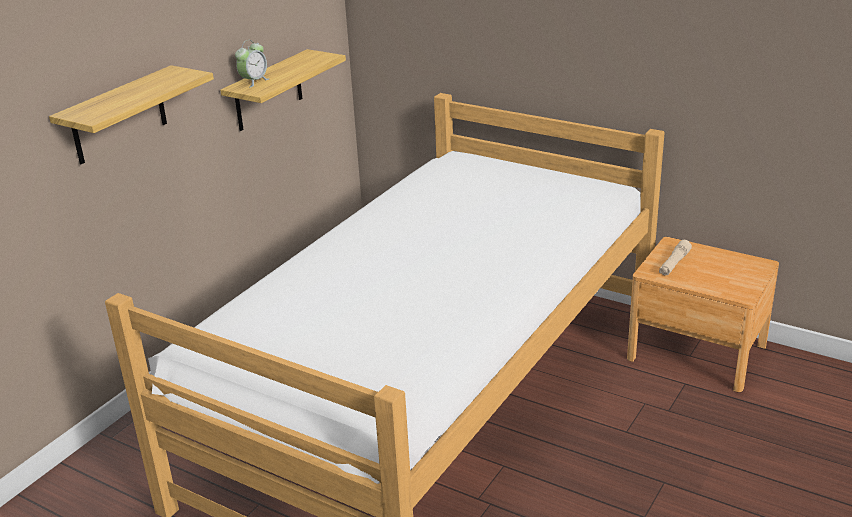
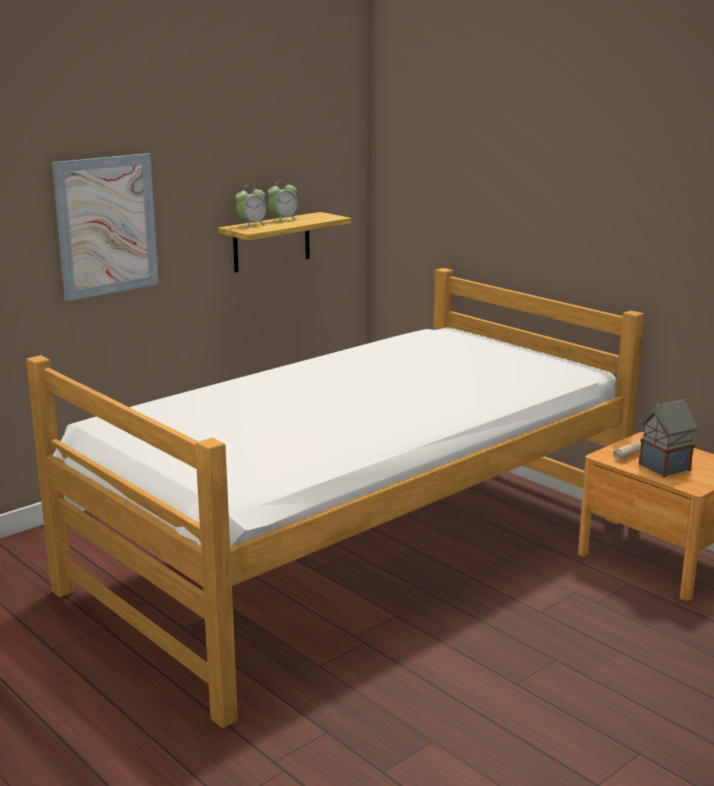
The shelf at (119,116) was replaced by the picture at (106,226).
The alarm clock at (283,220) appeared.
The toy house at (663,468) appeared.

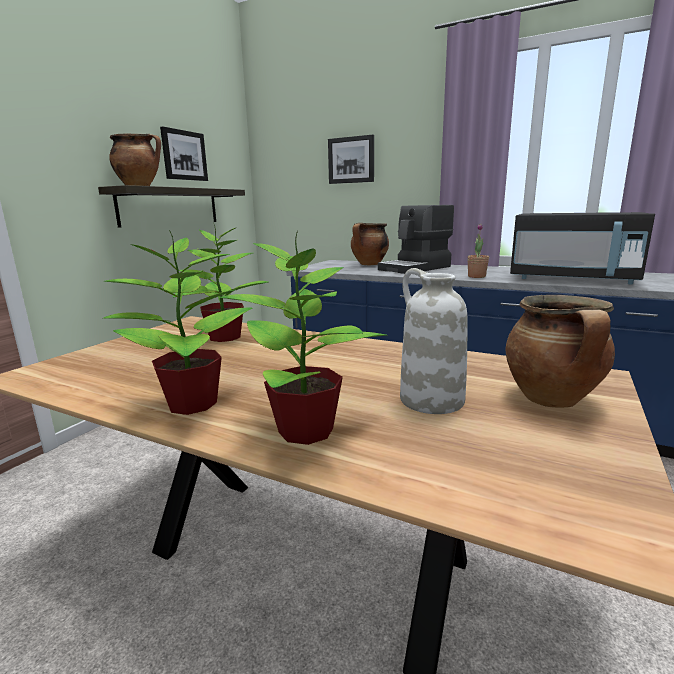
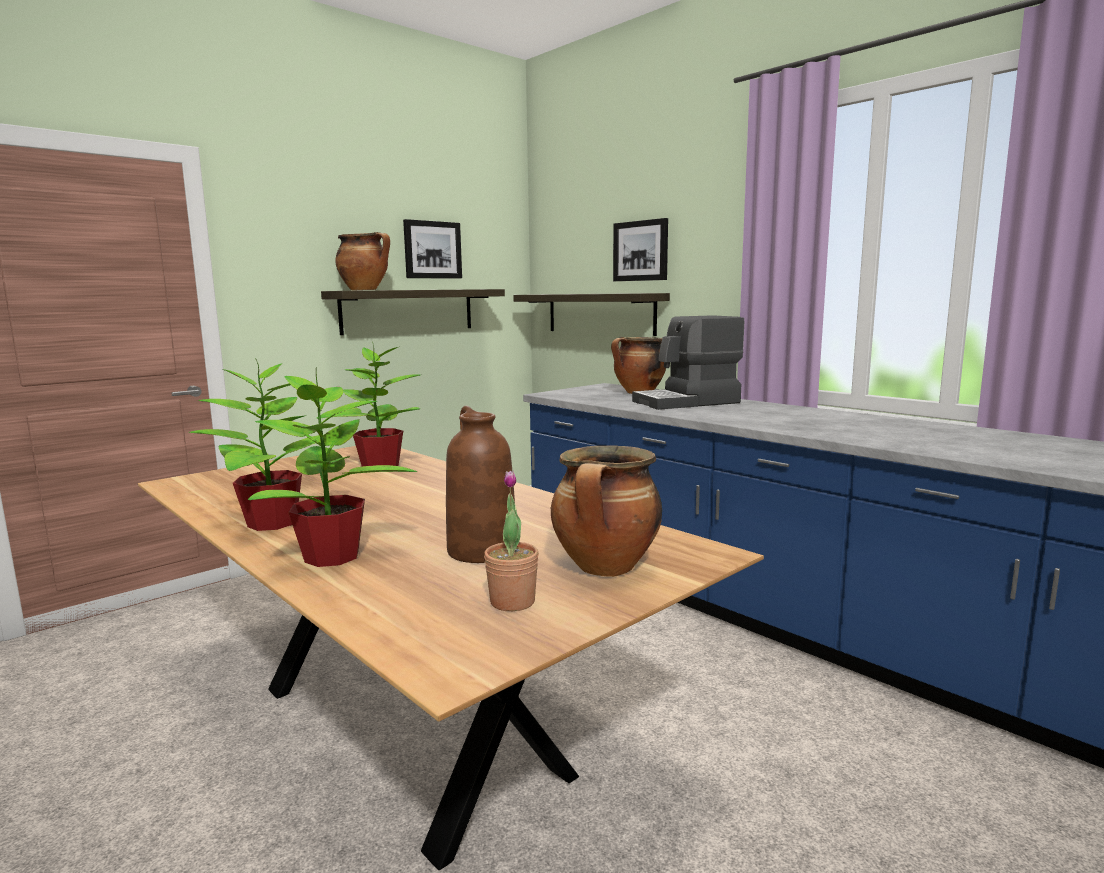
The black microwave at (571,279) disappeared.
The potted plant moved from (476,276) to (512,602).
The white vase at (430,400) became the brown vase at (481,550).
The shelf at (600,313) appeared.

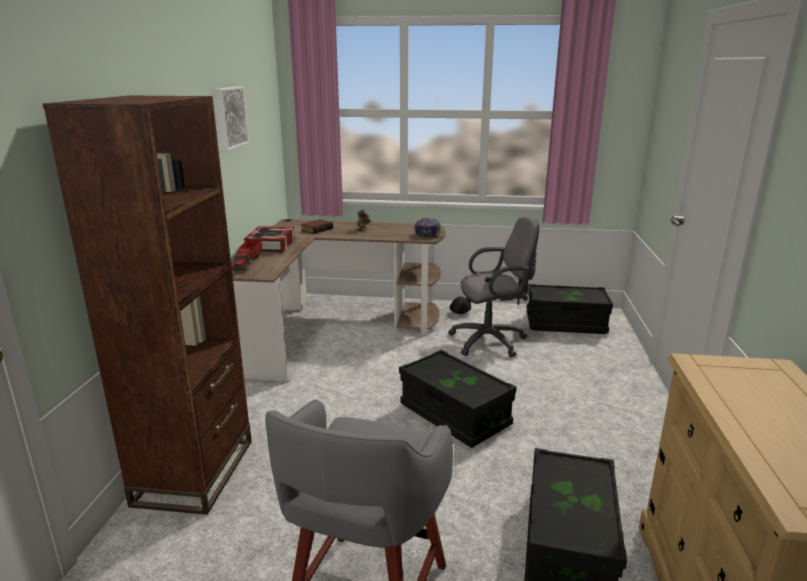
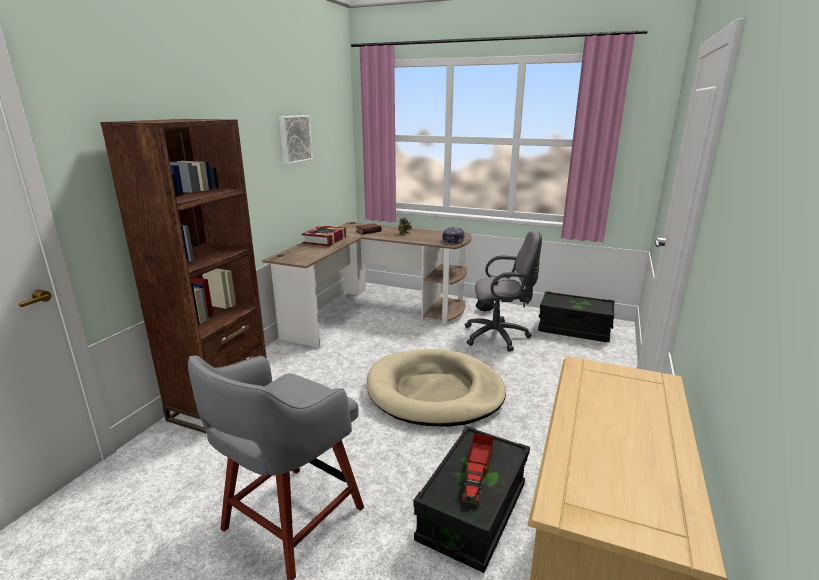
The toy truck moved from (248,261) to (477,474).
The black storage box at (454,415) was replaced by the beige dog bed at (435,392).

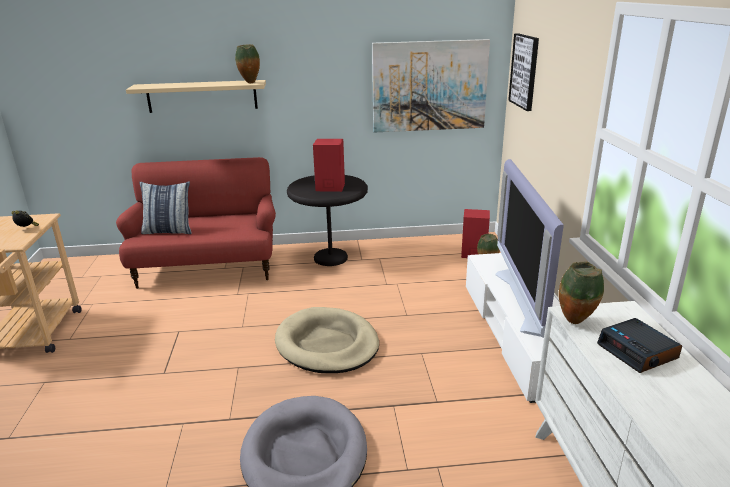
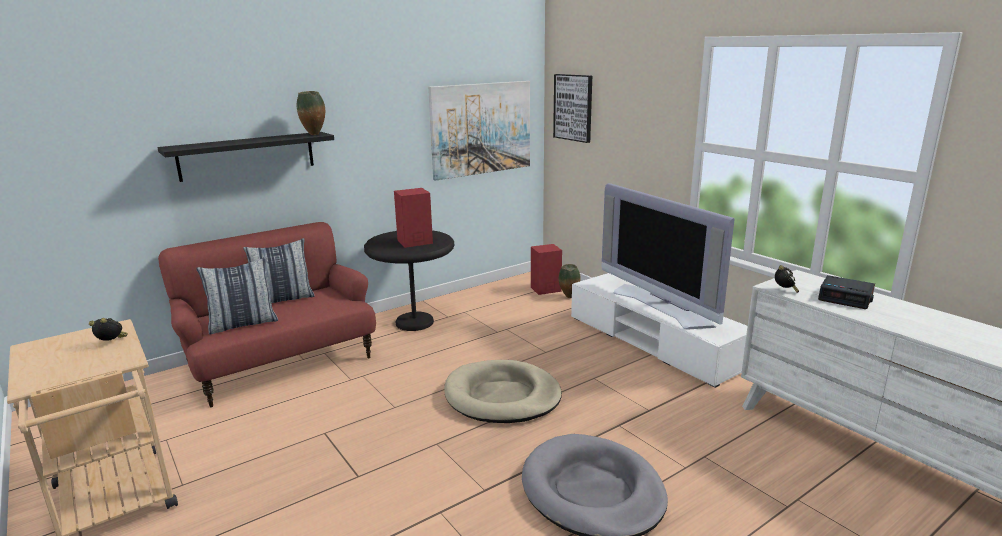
The beige shelf at (202,96) became the black shelf at (247,156).
The vase at (576,322) was replaced by the alarm clock at (784,290).
The pillow at (283,299) appeared.

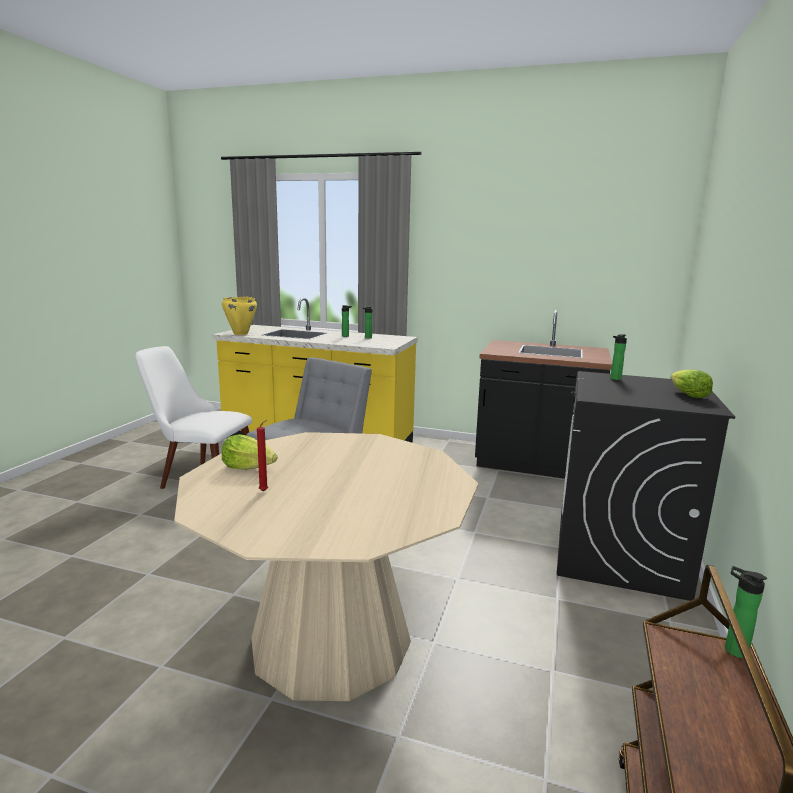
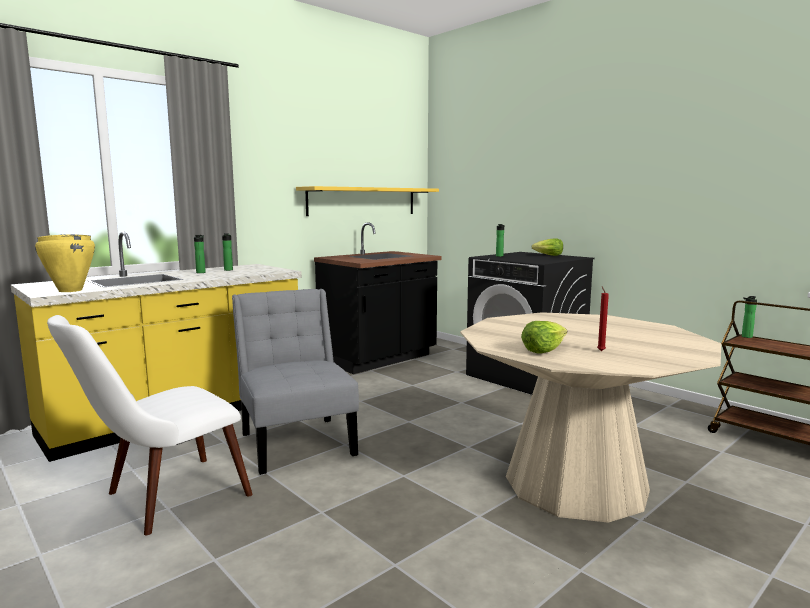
The yellow shelf at (363,201) appeared.

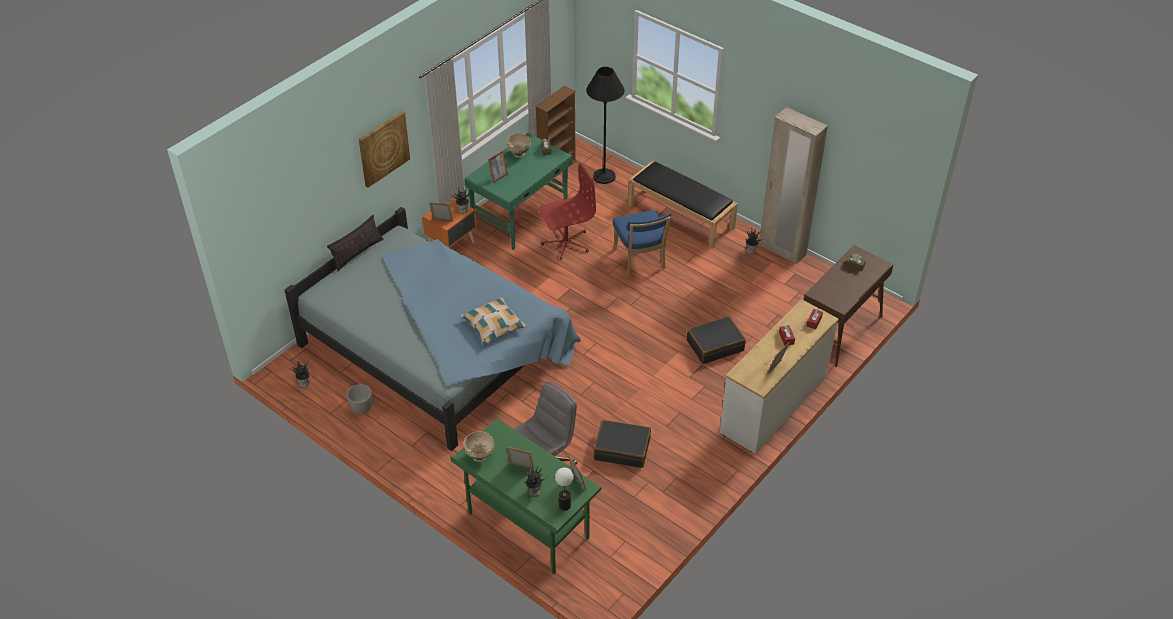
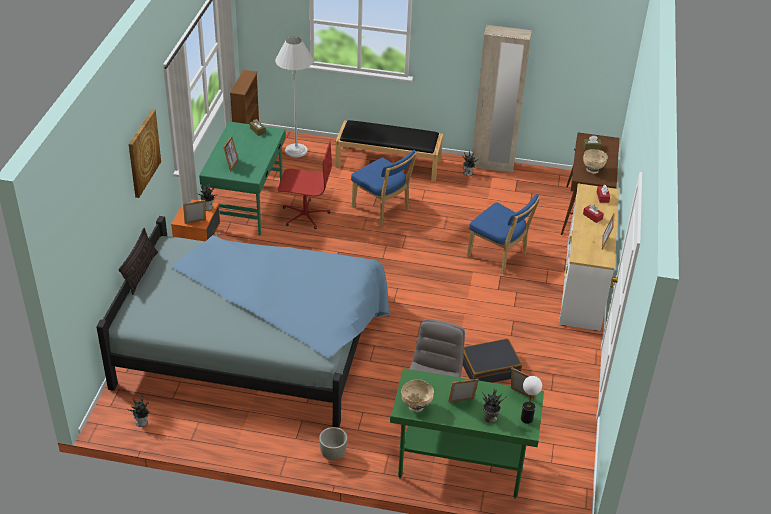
The black floor lamp at (604,176) became the white floor lamp at (296,151).
The beige bowl moved from (519,154) to (592,170).
The red office chair at (566,243) turned 60 degrees clockwise.
The pillow at (493,325) disappeared.
The black suitcase at (715,345) was replaced by the blue chair at (499,257).
The grey planter moved from (361,408) to (333,454).

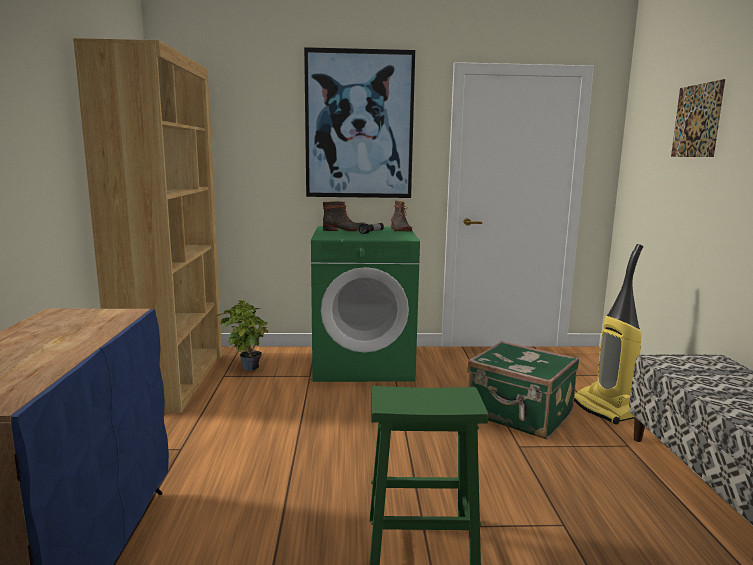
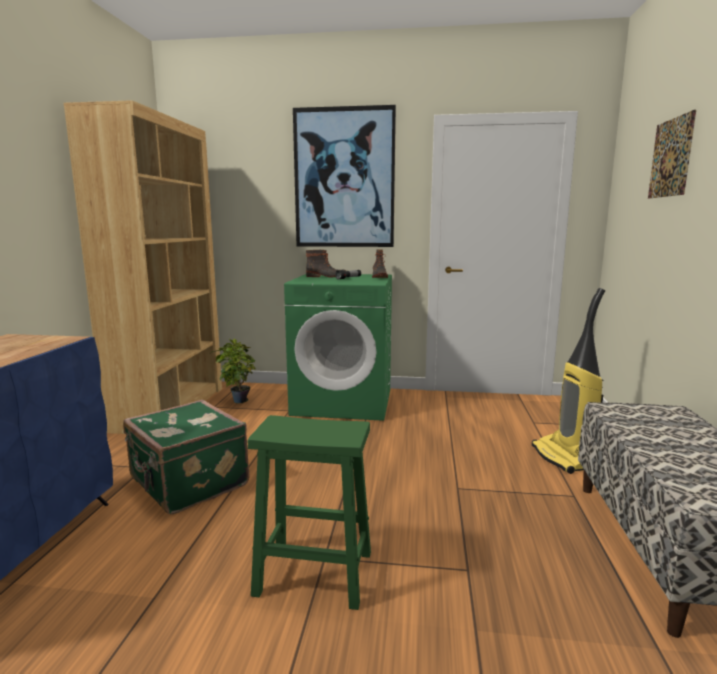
The green suitcase moved from (520,415) to (187,483).

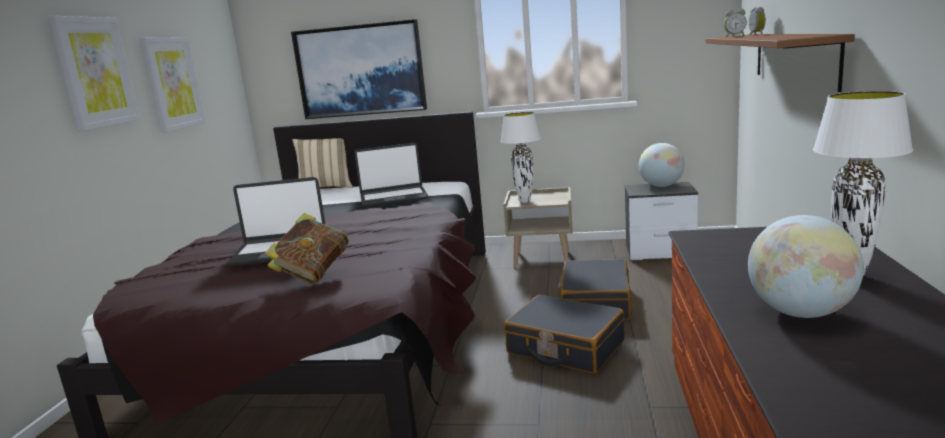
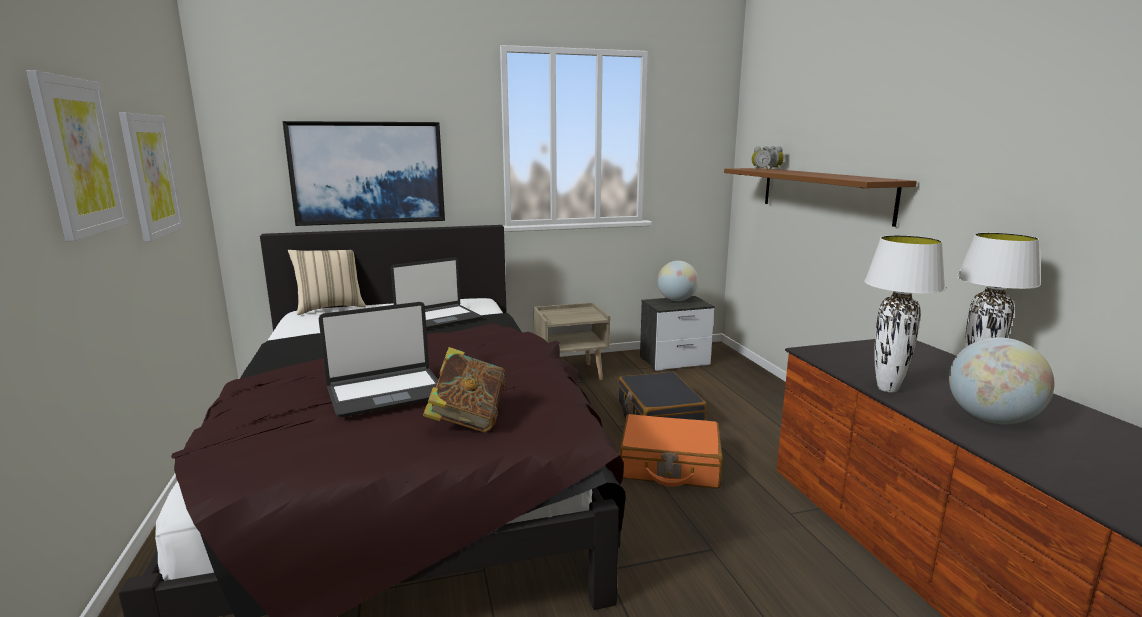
The white table lamp moved from (524,201) to (887,389).
The black suitcase at (565,347) became the orange suitcase at (669,465).

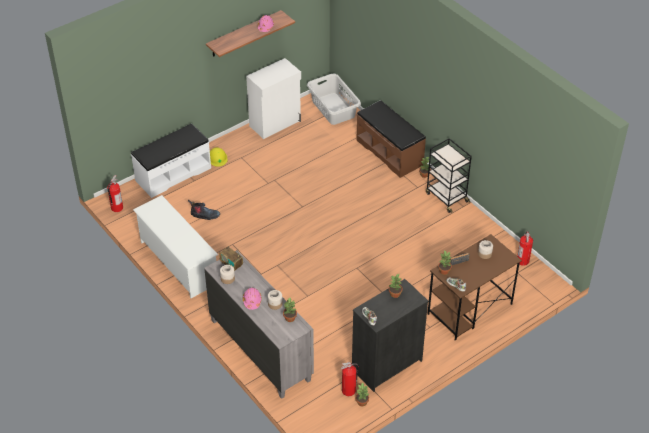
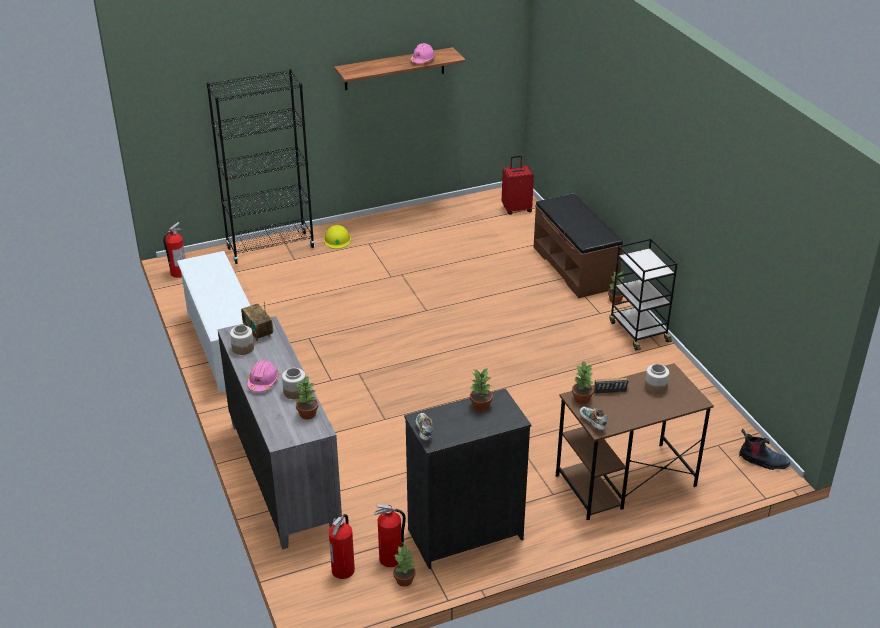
The white cabinet at (275,123) disappeared.
The grey laundry basket at (333,108) was replaced by the red suitcase at (516,209).
The white bench at (173,174) was replaced by the black bookcase at (270,248).
The boot moved from (204,215) to (762,461).
The fire extinguisher moved from (523,261) to (343,570).

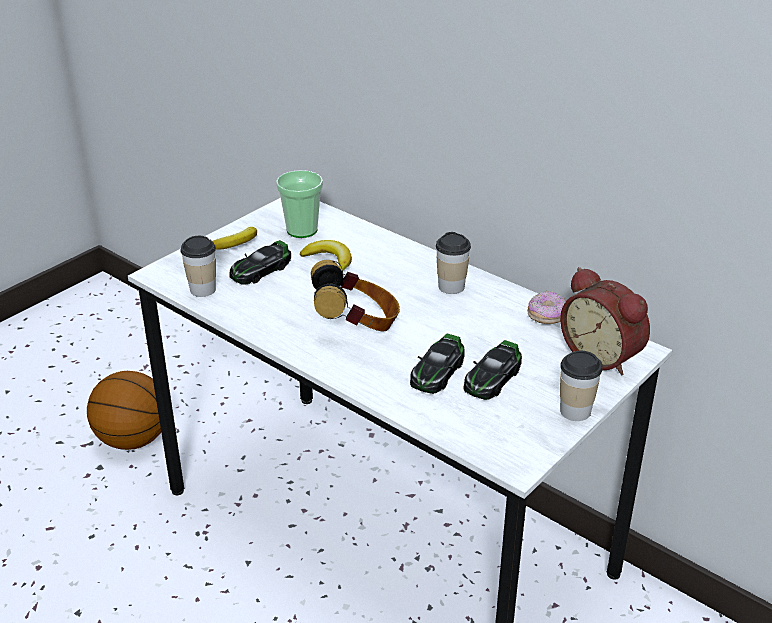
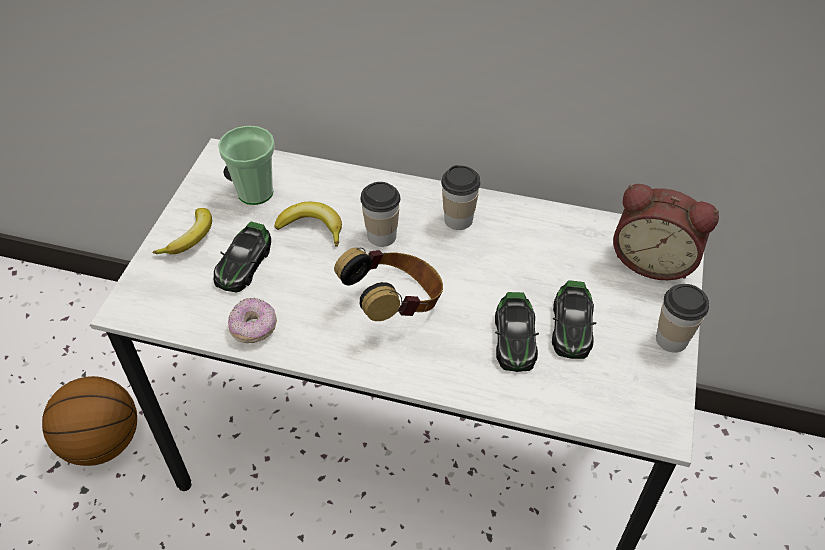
The cup moved from (203,289) to (381,236).
The donut moved from (547,316) to (254,328).

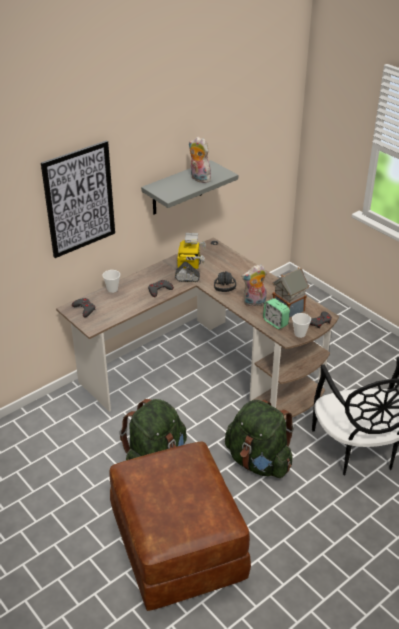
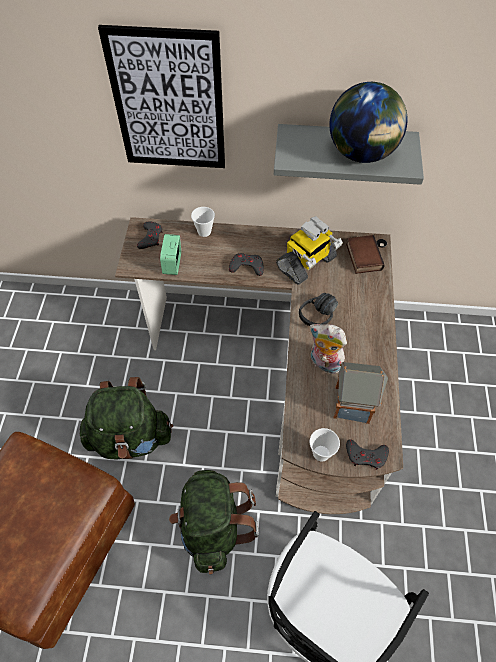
The plush toy at (198,178) was replaced by the globe at (362,153).
The alarm clock moved from (275,322) to (172,264).
The book at (362,256) appeared.

